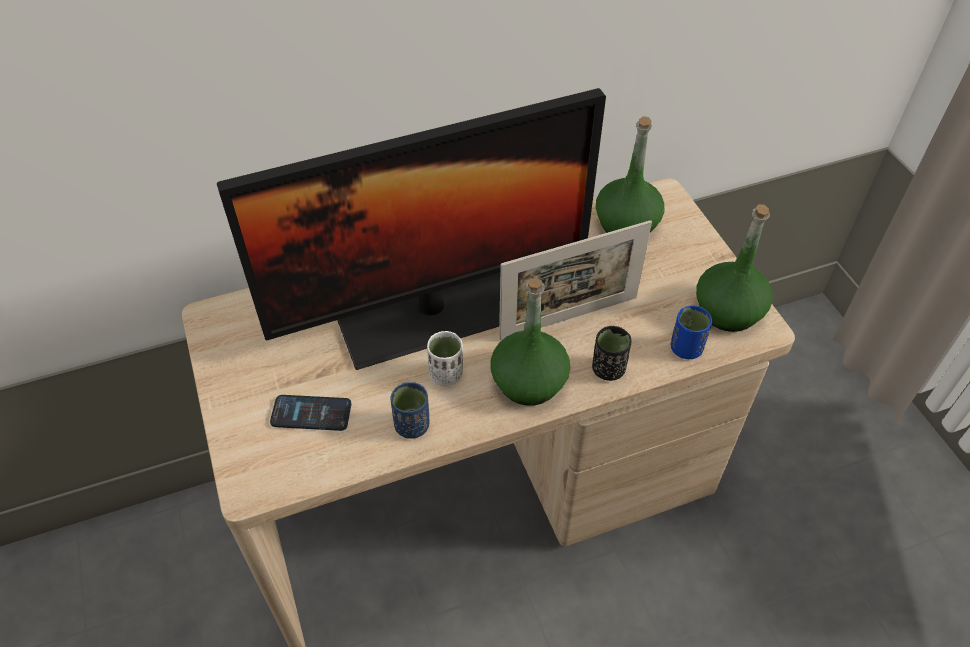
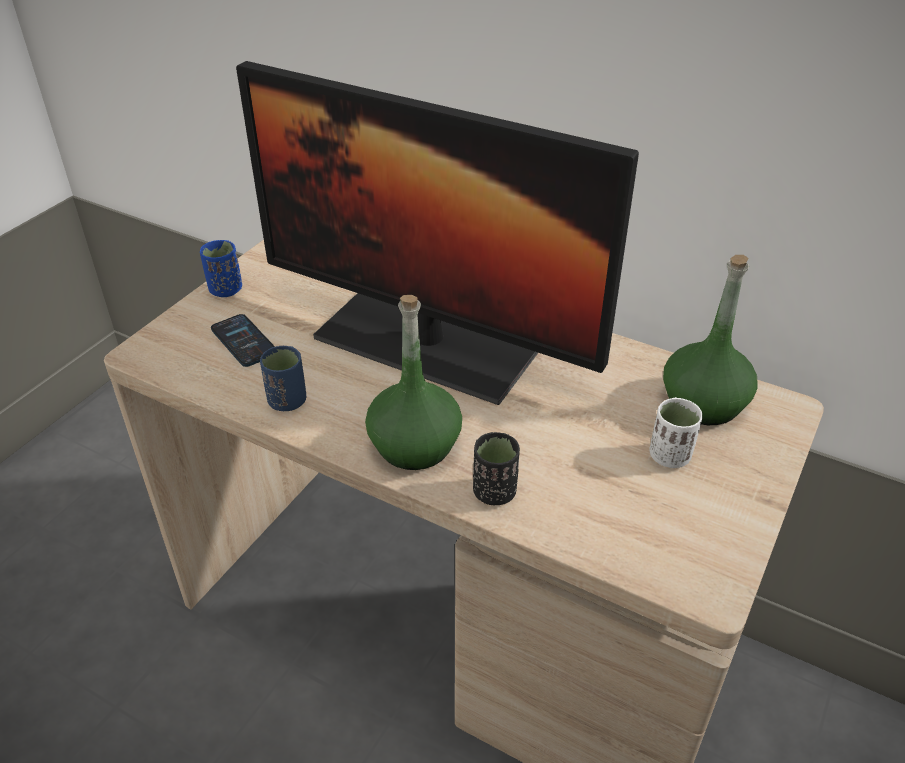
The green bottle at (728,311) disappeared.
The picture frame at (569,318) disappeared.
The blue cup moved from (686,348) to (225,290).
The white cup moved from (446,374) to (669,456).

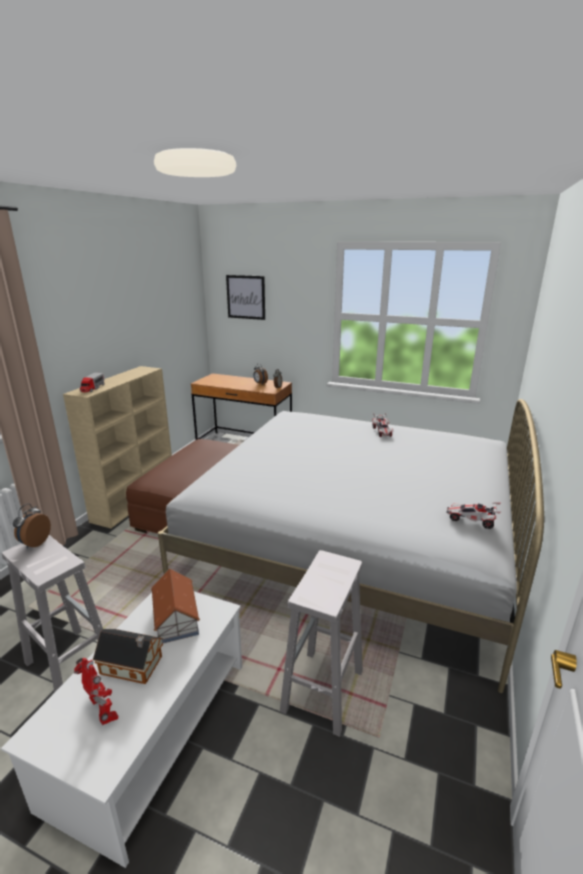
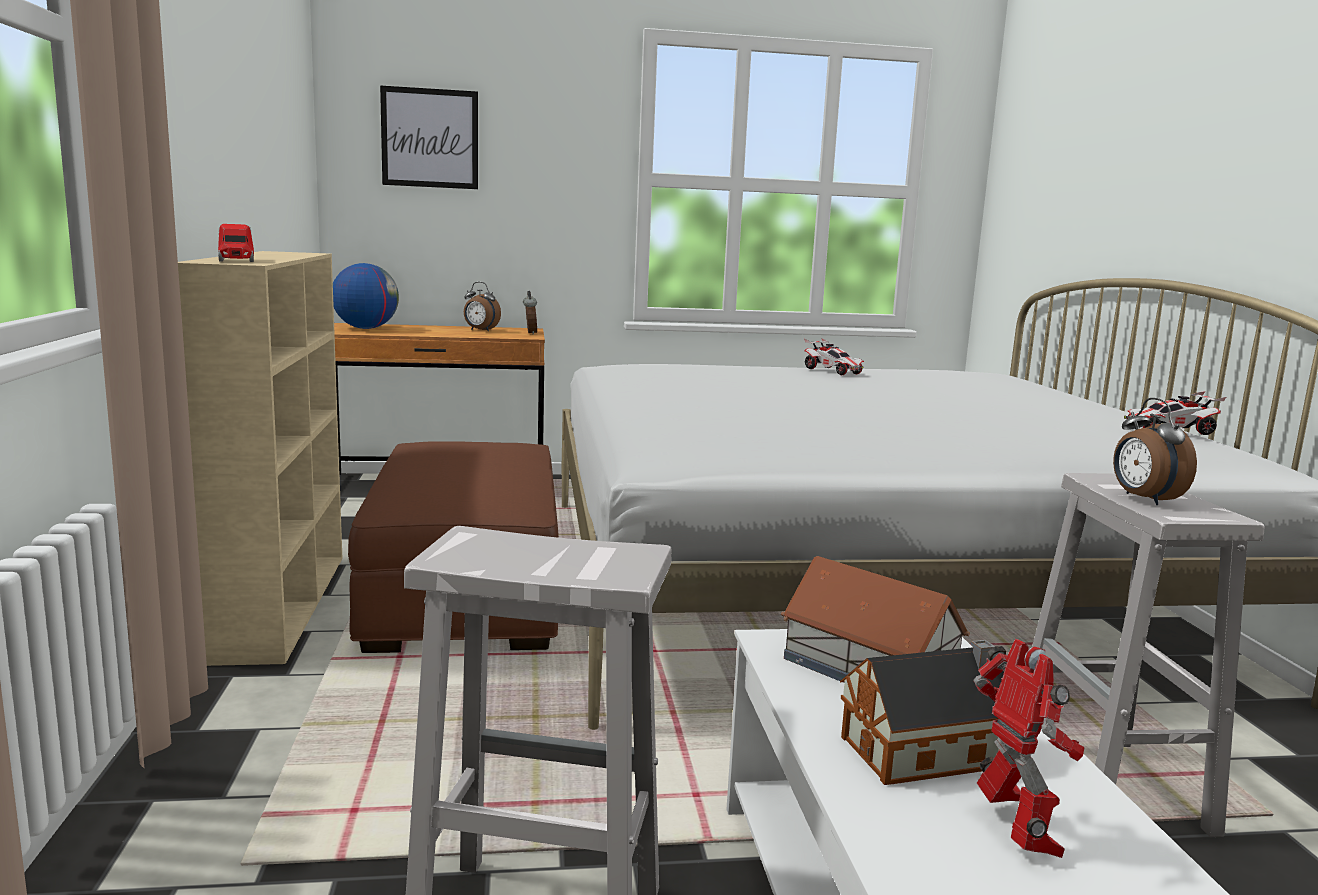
The alarm clock moved from (34,543) to (1143,499).
The toy robot at (104,713) turned 60 degrees clockwise.
The globe at (365,328) appeared.

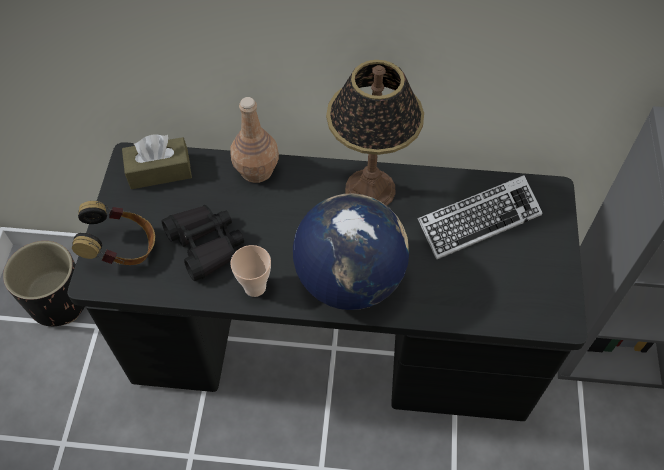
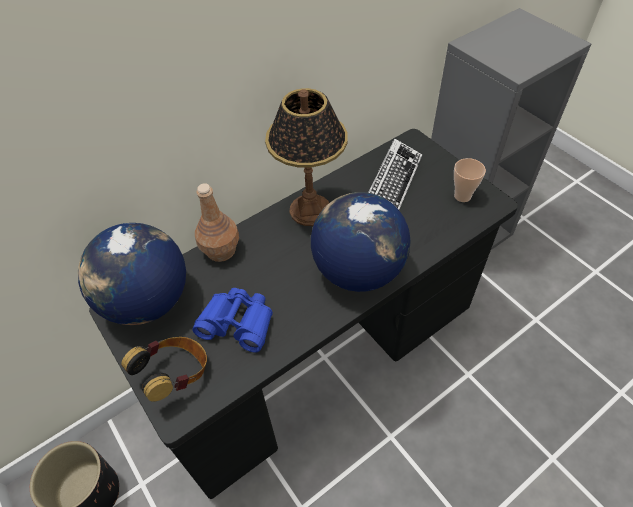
The brown tissue box at (159,171) was replaced by the globe at (147,301).
The black binoculars at (205,245) became the blue binoculars at (238,323).
The cup moved from (255,287) to (462,196).

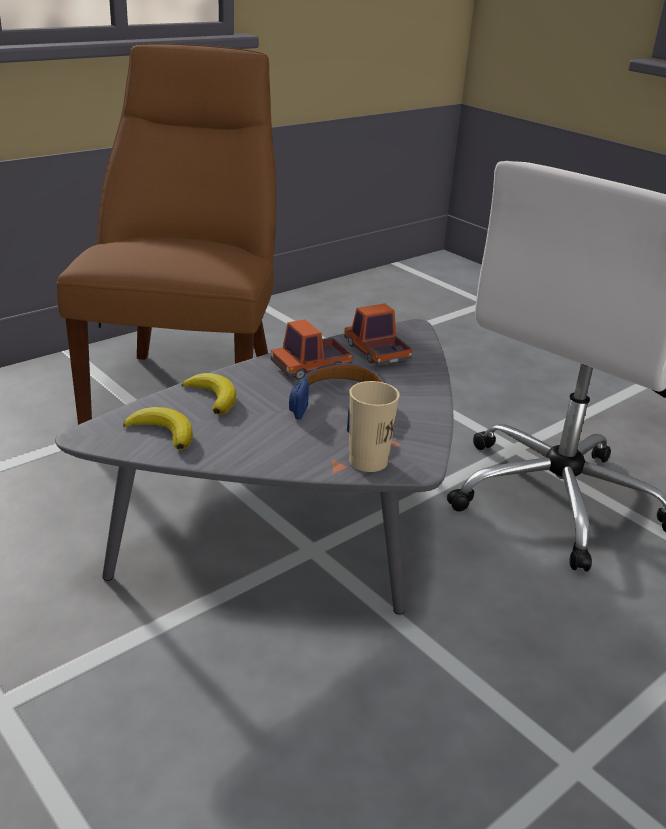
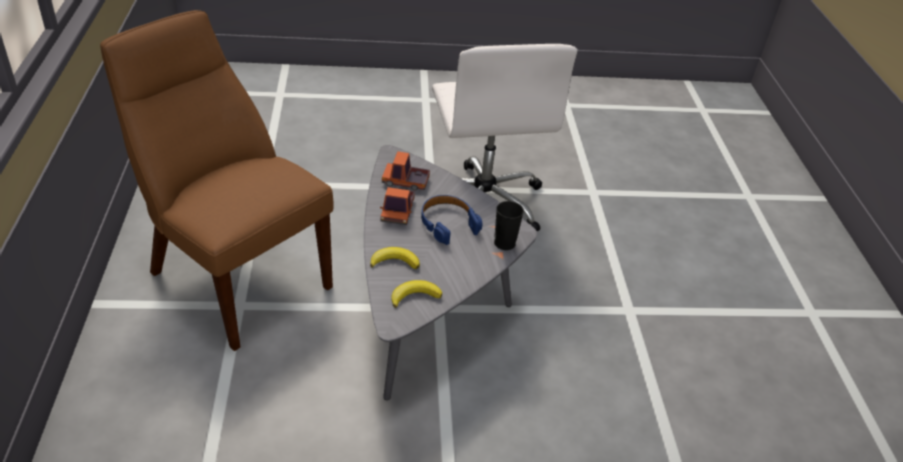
The beige cup at (368,461) became the black cup at (504,243).

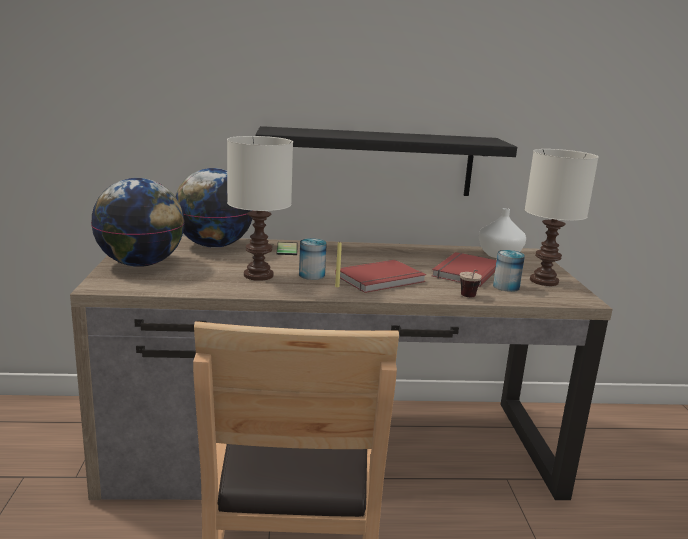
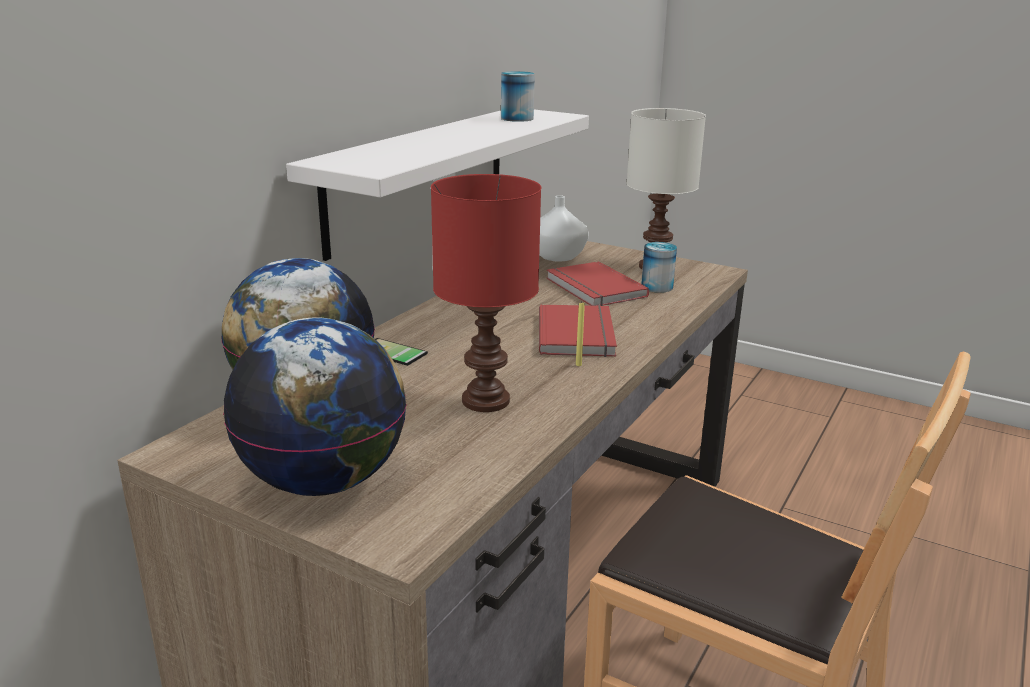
The black shelf at (378,162) became the white shelf at (419,177).
The white table lamp at (258,275) became the red table lamp at (484,400).
The can moved from (311,275) to (517,118).
The cup at (469,298) disappeared.

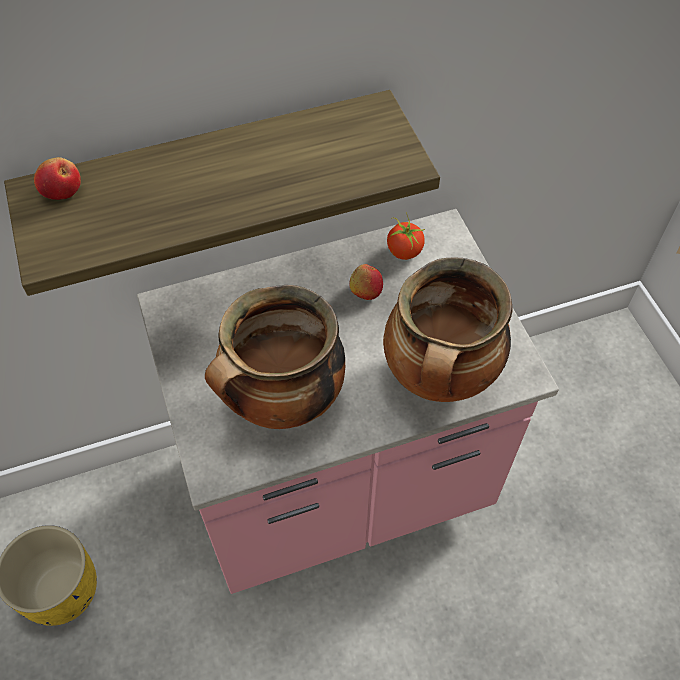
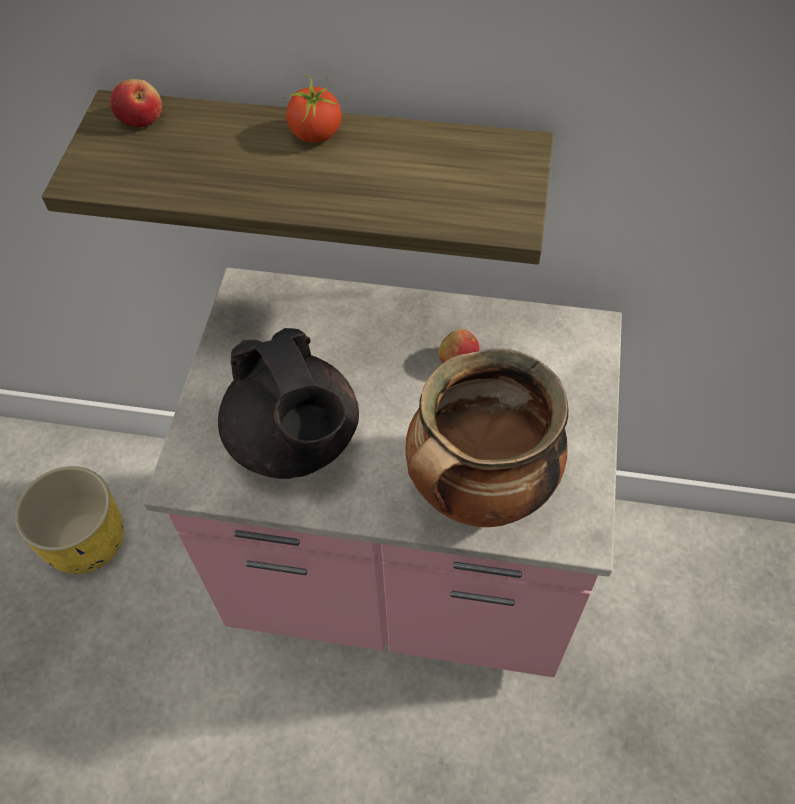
The tomato moved from (404,251) to (315,134).
The cooking pot at (283,403) was replaced by the black teapot at (295,441).

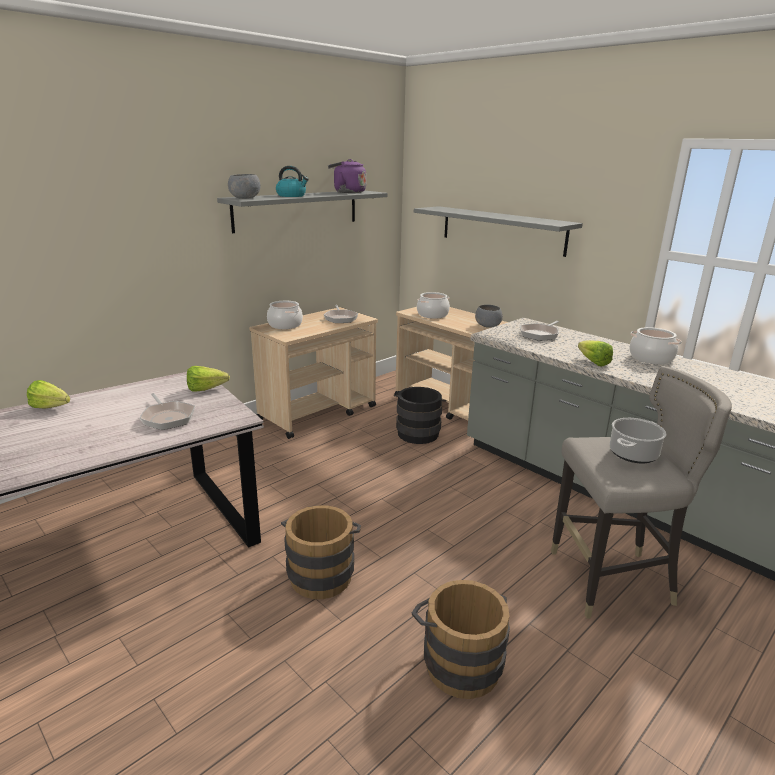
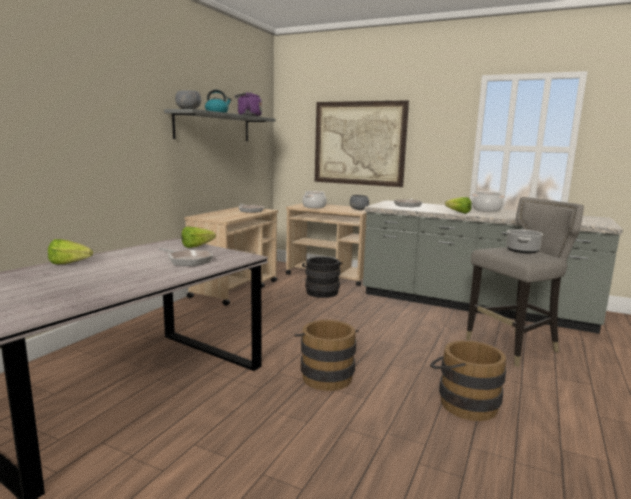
The grey shelf at (502,230) was replaced by the picture at (359,143).
The cooking pot at (285,325) disappeared.

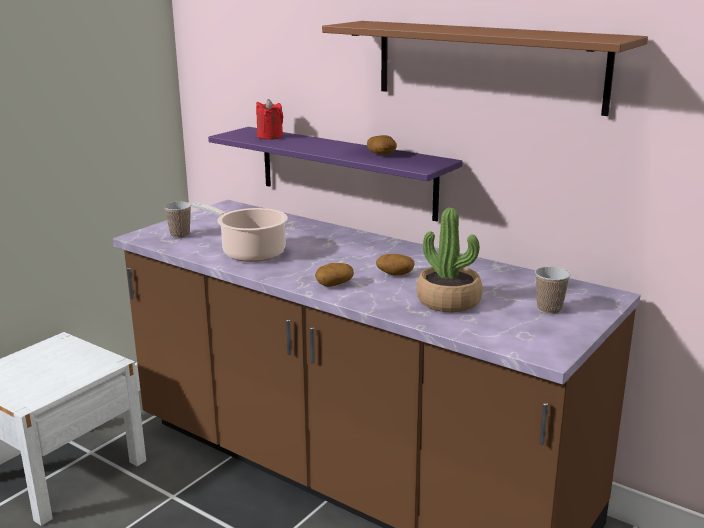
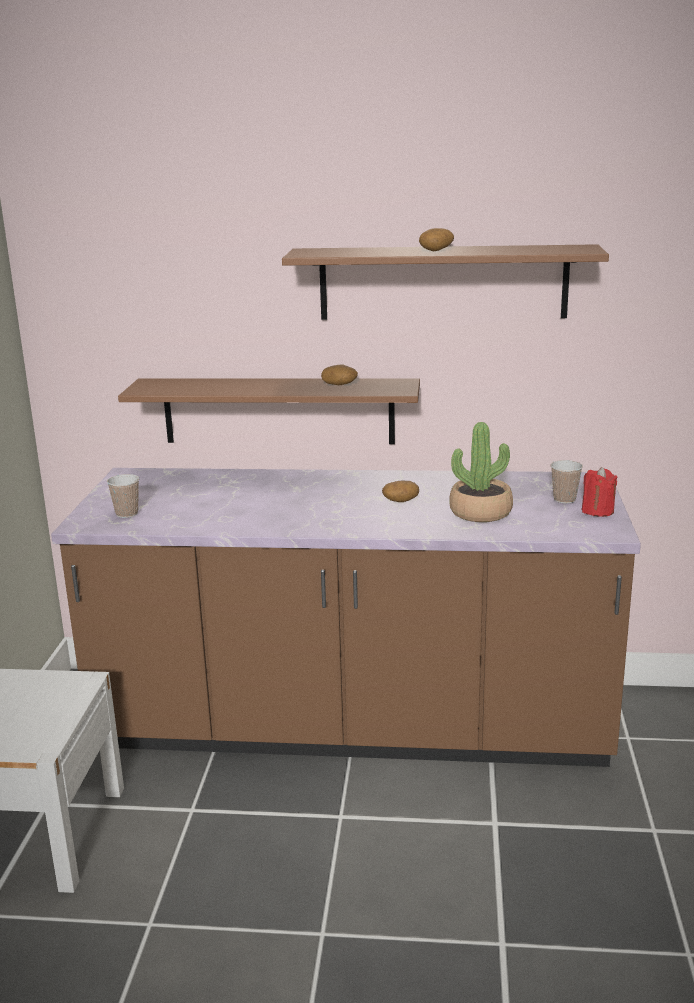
The red candle moved from (270,136) to (597,511).
The purple shelf at (346,172) became the brown shelf at (278,410).
The cooking pot at (250,252) disappeared.
The potato moved from (334,284) to (436,250).

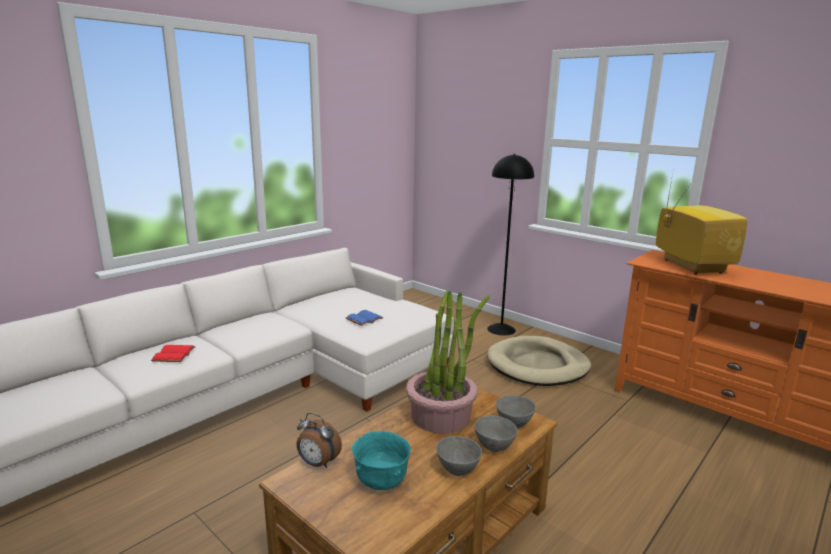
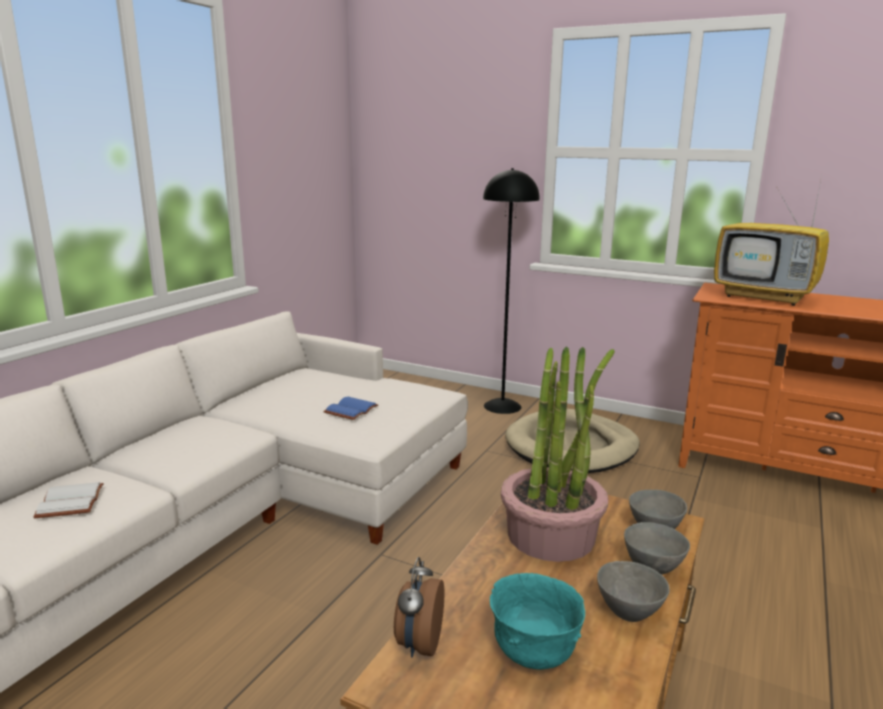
The television at (690,266) turned 150 degrees clockwise.
The red book at (175,355) became the white book at (72,502).
The alarm clock at (317,463) turned 90 degrees clockwise.

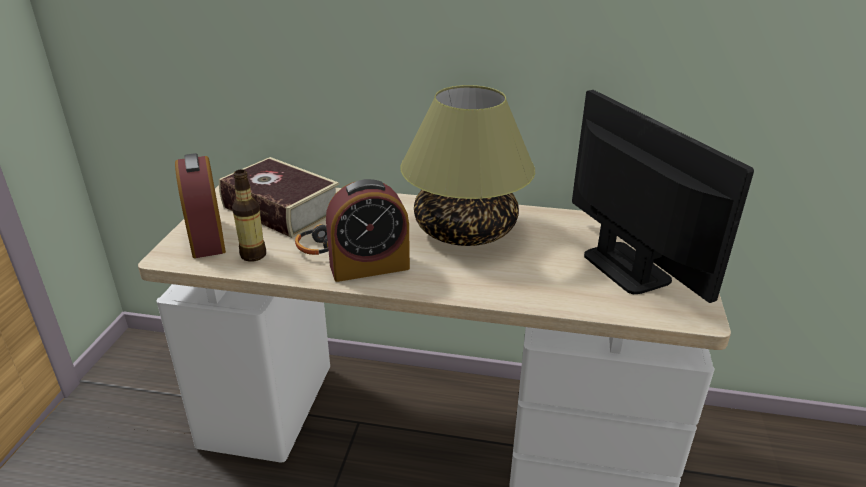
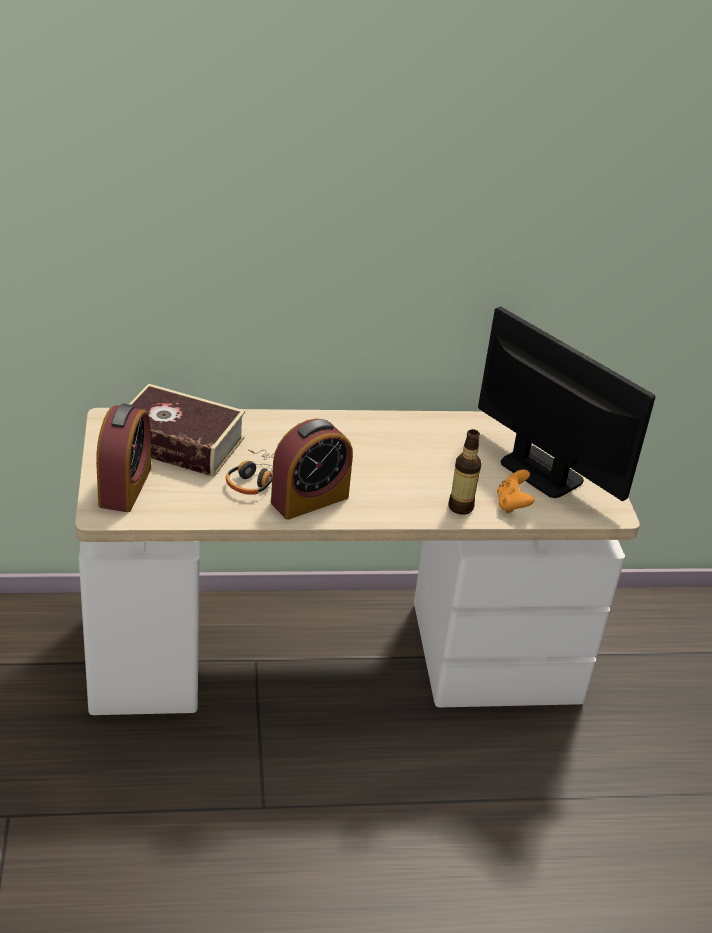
The table lamp at (466,231) disappeared.
The alarm clock at (207,237) turned 135 degrees counterclockwise.
The bottle moved from (253,255) to (460,507).
The orange game controller at (512,504) appeared.

